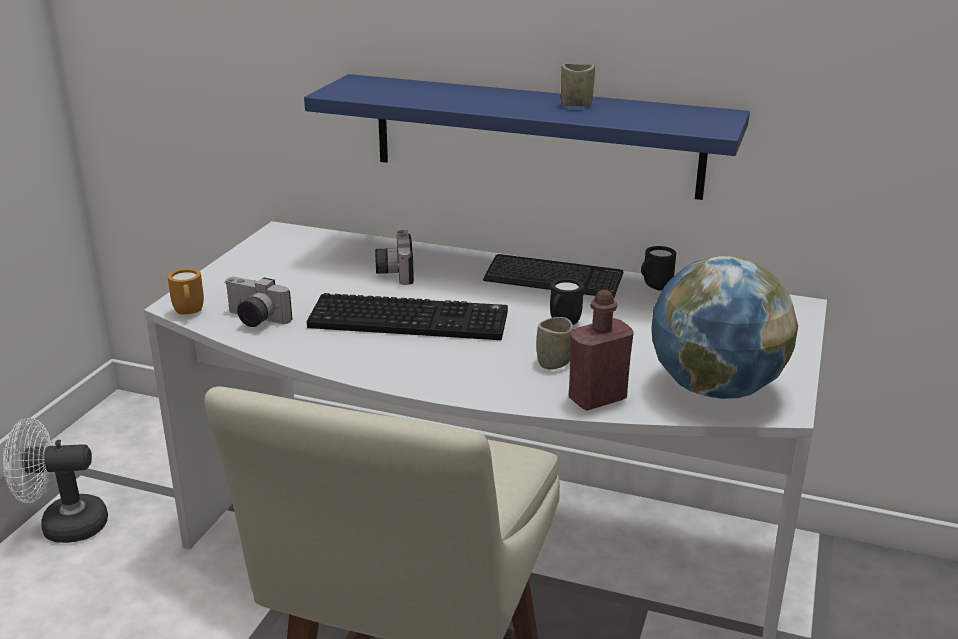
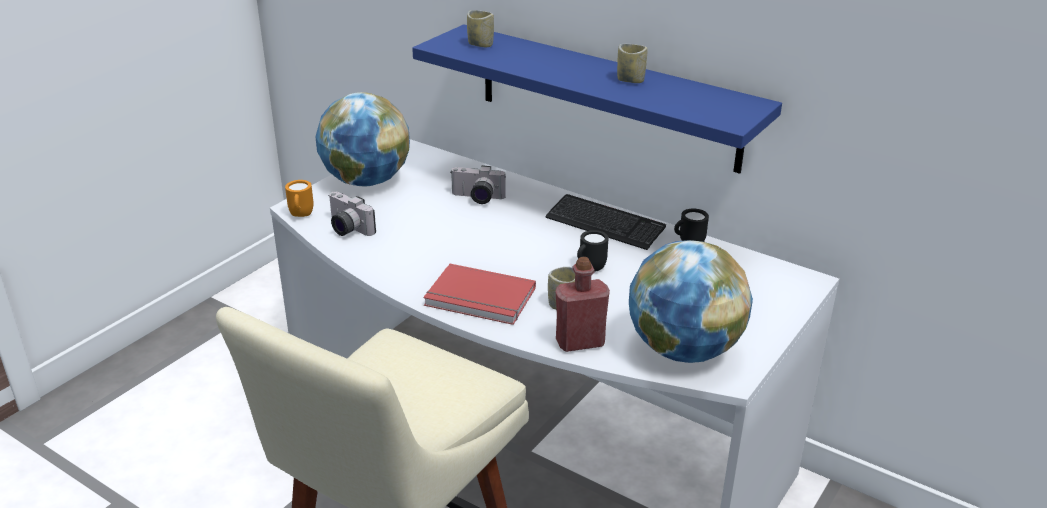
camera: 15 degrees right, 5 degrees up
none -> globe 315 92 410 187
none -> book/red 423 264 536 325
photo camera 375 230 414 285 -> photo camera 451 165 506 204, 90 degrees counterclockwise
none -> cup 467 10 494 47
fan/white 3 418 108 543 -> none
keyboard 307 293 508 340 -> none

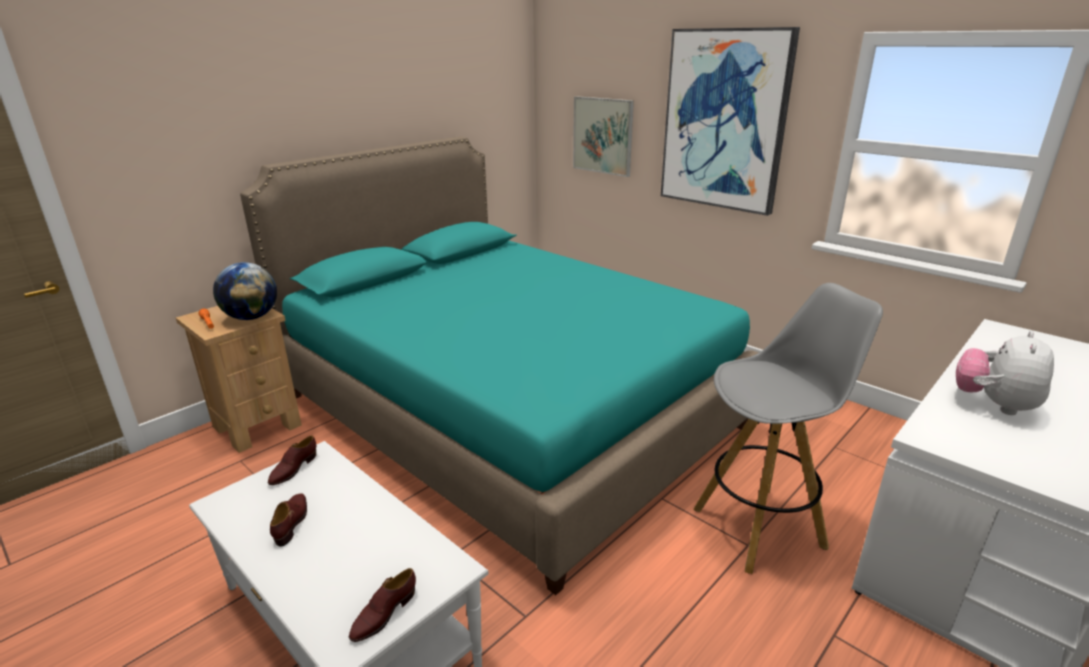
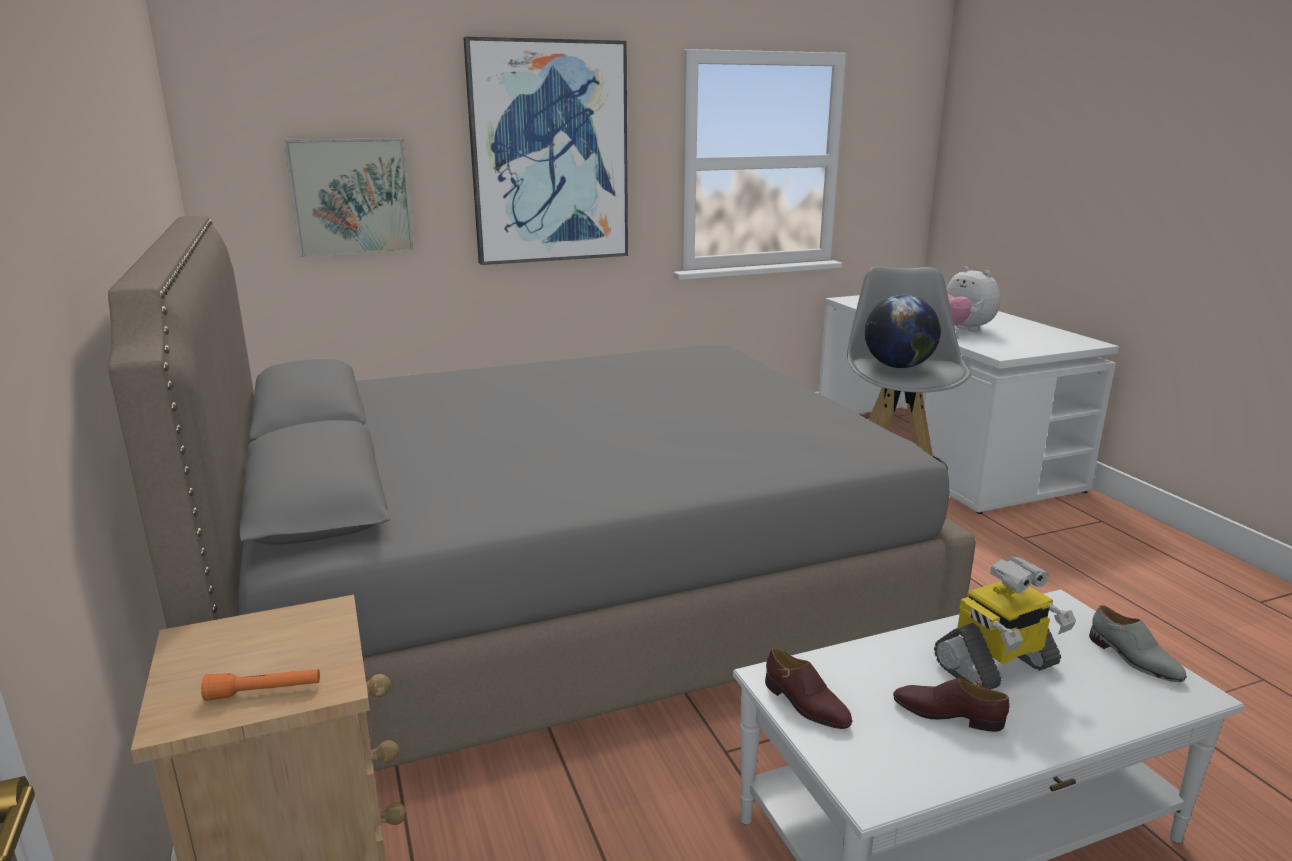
camera: 65 degrees left, 5 degrees down
bed/turquoise 240 137 759 595 -> bed/grey 108 216 976 771
globe 213 262 277 320 -> globe 865 295 941 368, move
none -> toy robot 934 556 1076 690
shoe/brown 348 568 416 642 -> shoe/grey 1089 605 1187 682

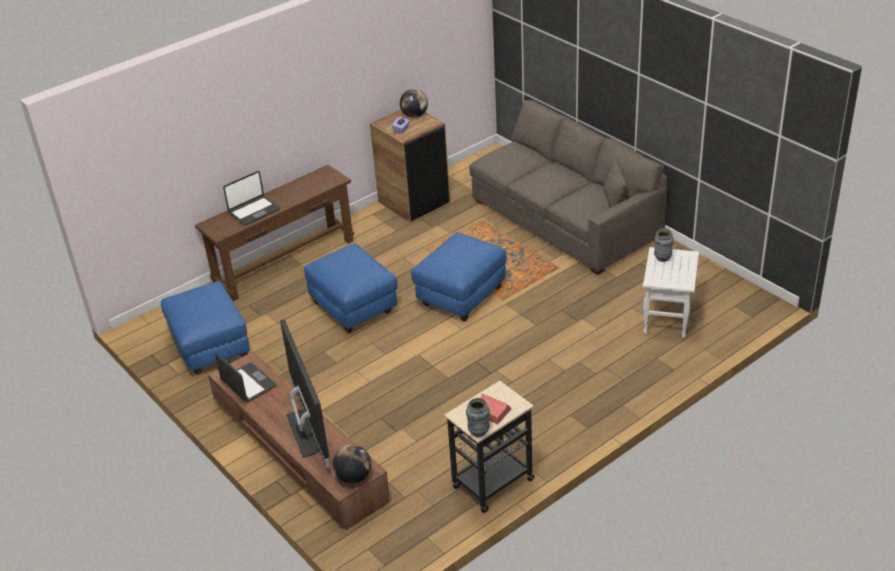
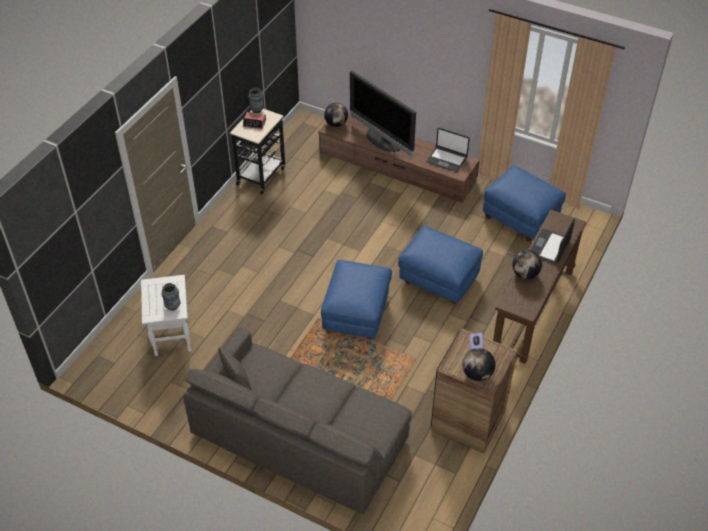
camera: 155 degrees right, 10 degrees up
none -> globe 512 250 542 279

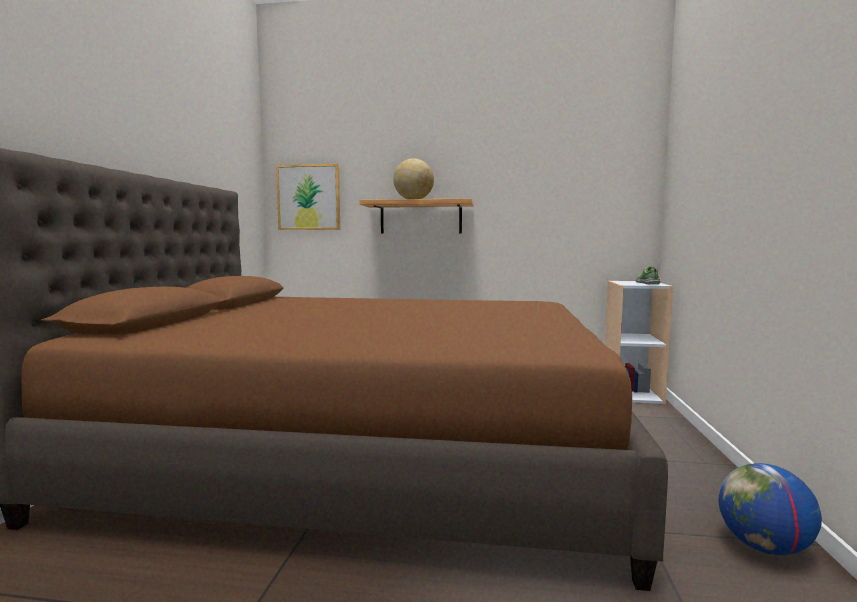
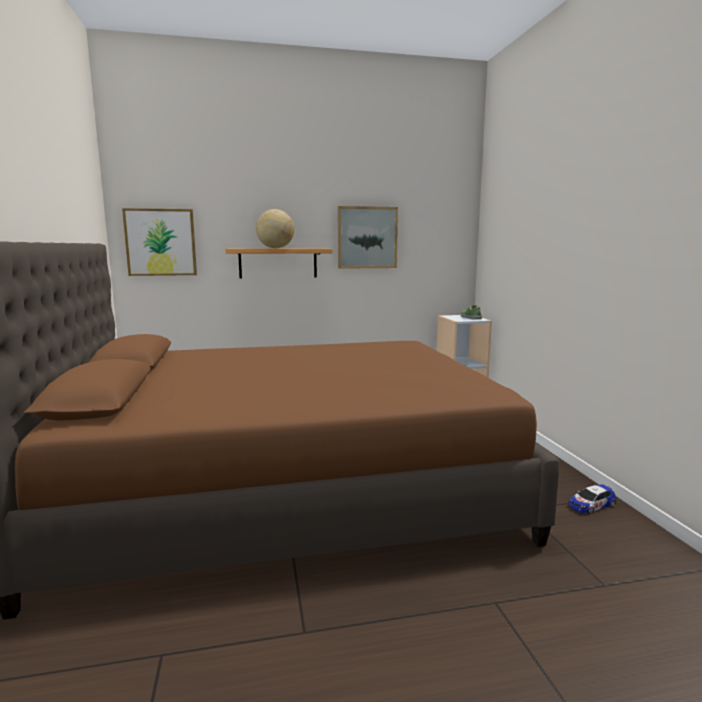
camera: 20 degrees left, 5 degrees up
none -> picture 338 206 398 269
globe 719 463 822 555 -> toy car 569 484 616 514

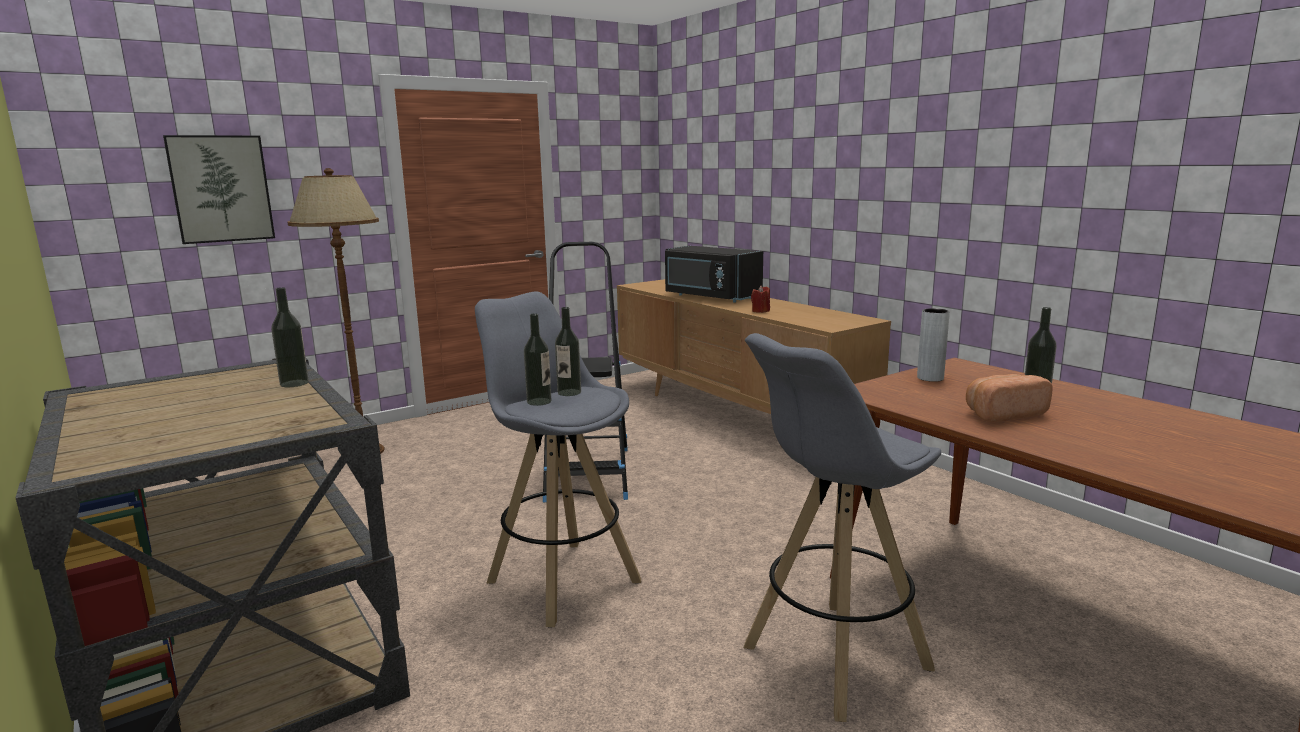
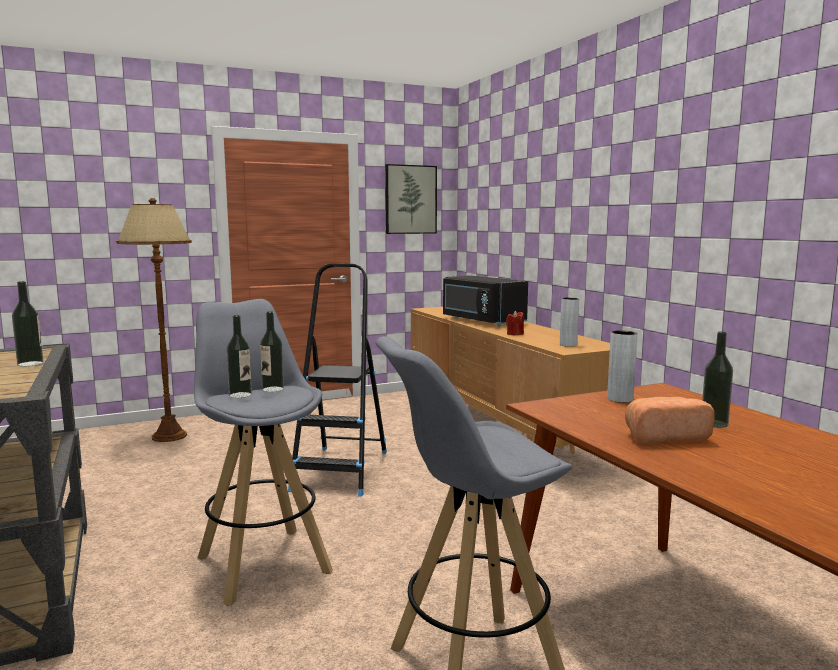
camera: 10 degrees right, 5 degrees down
picture 163 135 275 244 -> picture 385 164 437 234, move
none -> vase/grey 560 297 579 347

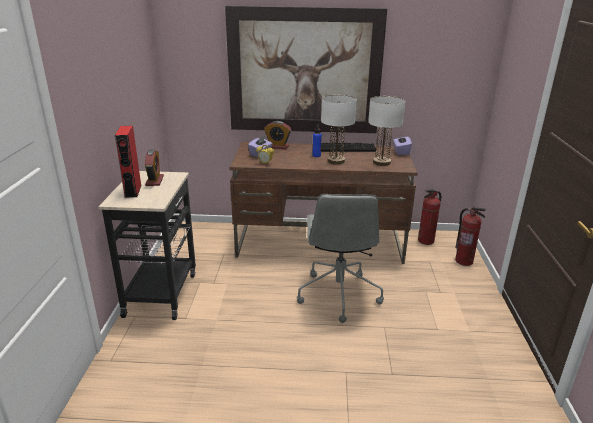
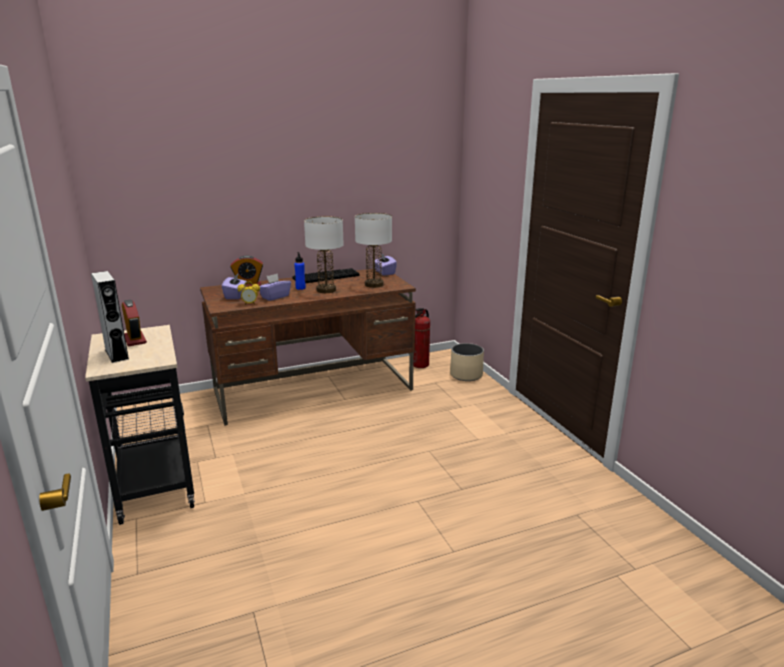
camera: 25 degrees left, 5 degrees down
speaker/red 115 126 142 198 -> speaker/grey 91 271 129 363
none -> tissue box/purple 260 273 291 301
fire extinguisher 455 207 486 266 -> planter/beige 450 343 484 381
picture 225 6 387 133 -> none
office chair/grey 297 194 384 323 -> none

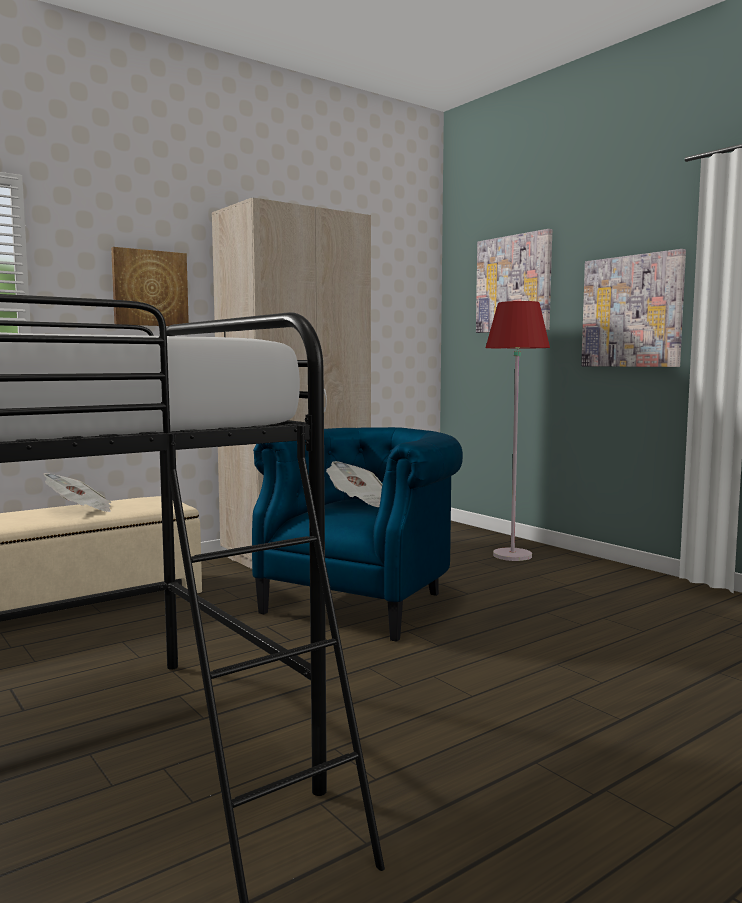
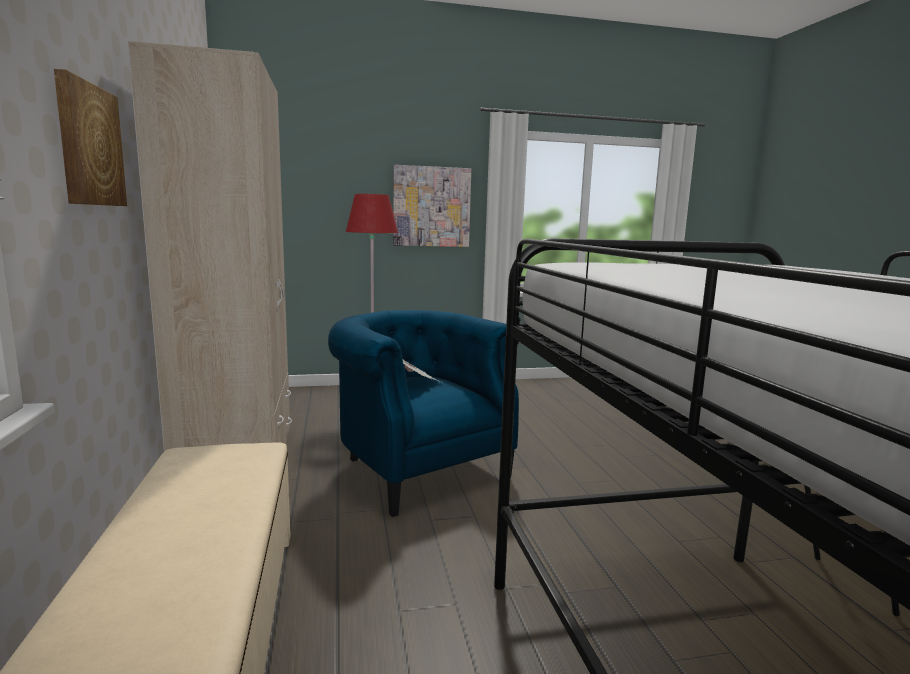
camera: 65 degrees left, 5 degrees up
newspaper 44 473 111 512 -> none
picture 476 229 552 333 -> none

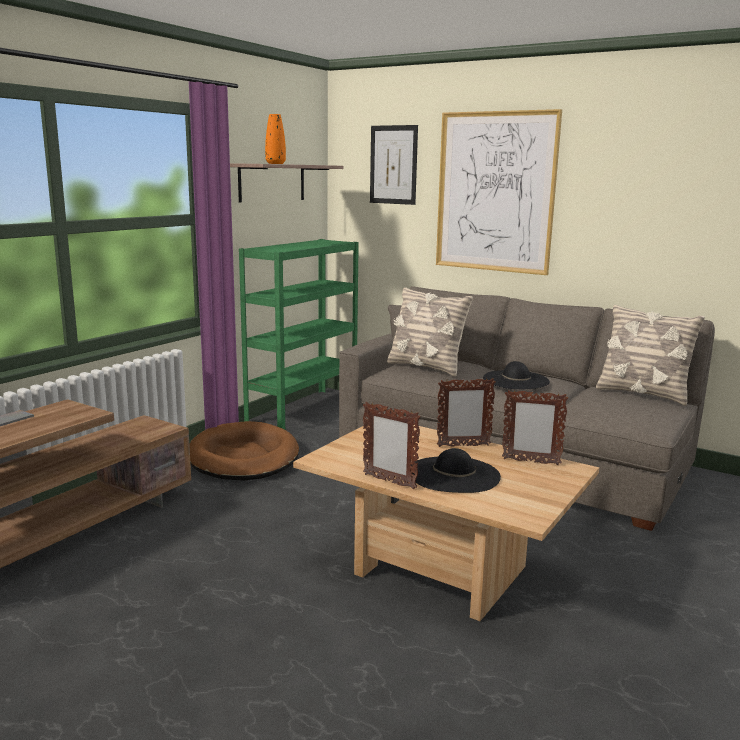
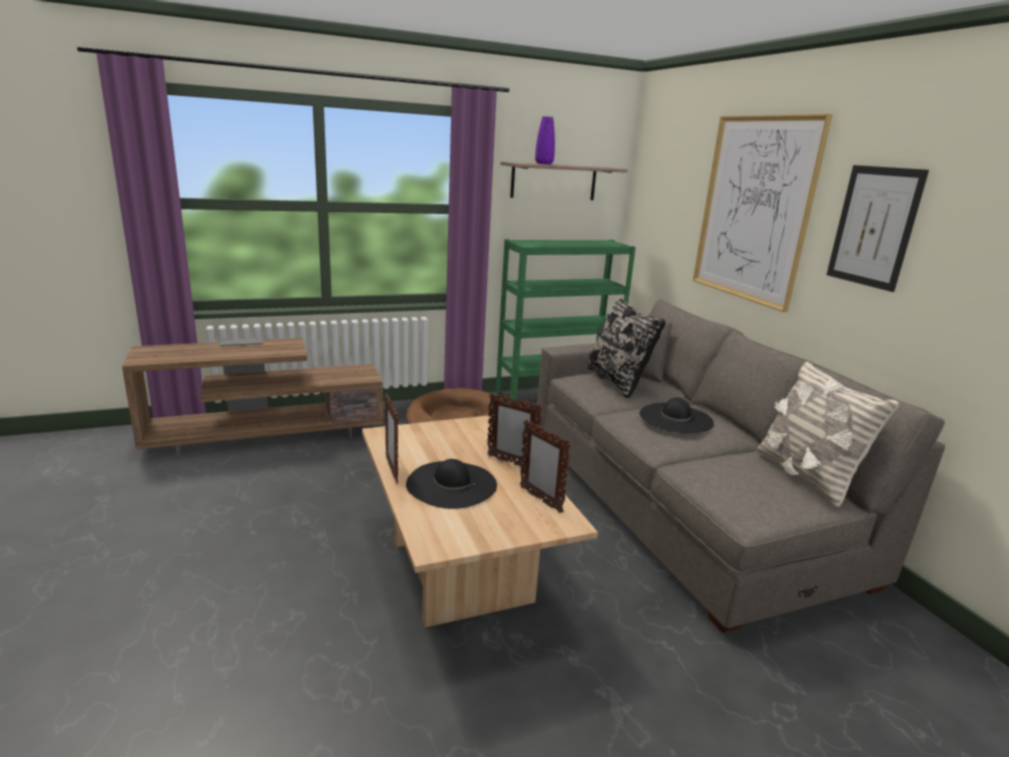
camera: 35 degrees right, 5 degrees up
vase/orange 265 114 286 164 -> vase/purple 535 116 555 165
pillow/beige 387 287 473 377 -> pillow/black 588 298 666 398
picture 370 125 418 205 -> picture 827 165 929 292, move

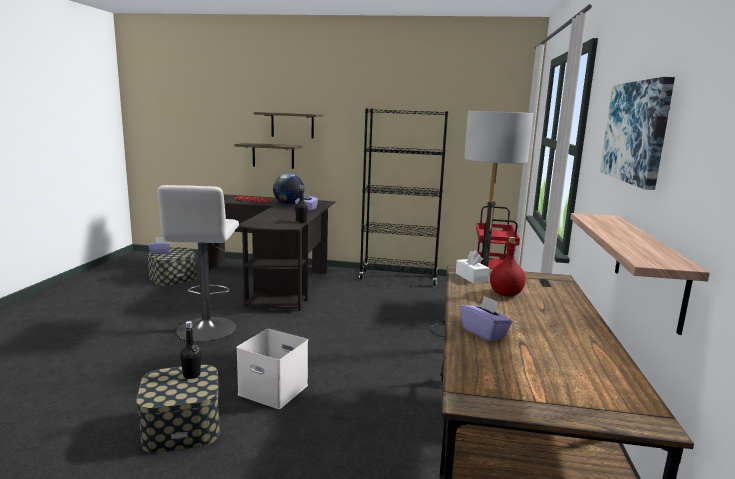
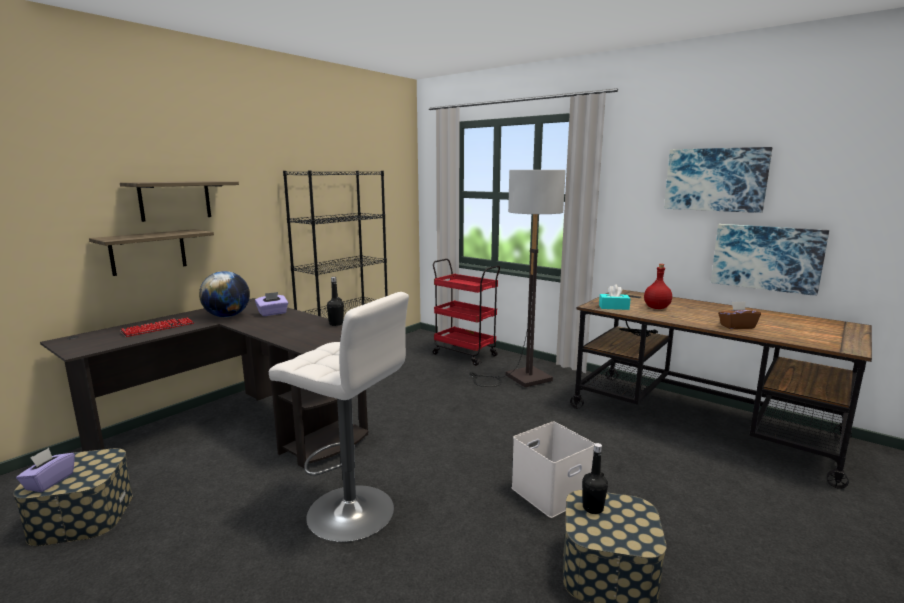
camera: 60 degrees left, 0 degrees up
tissue box/white 456 250 490 284 -> tissue box/turquoise 599 284 631 310
shelf 570 213 710 335 -> picture 711 224 829 296
tissue box/purple 460 296 513 342 -> tissue box/brown 718 301 761 329

